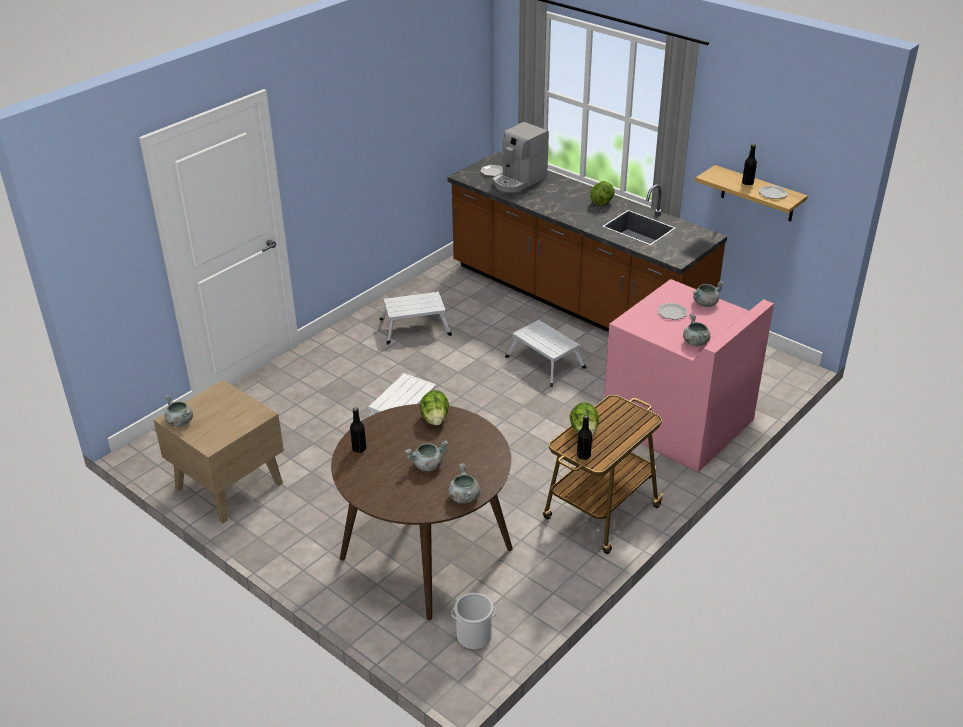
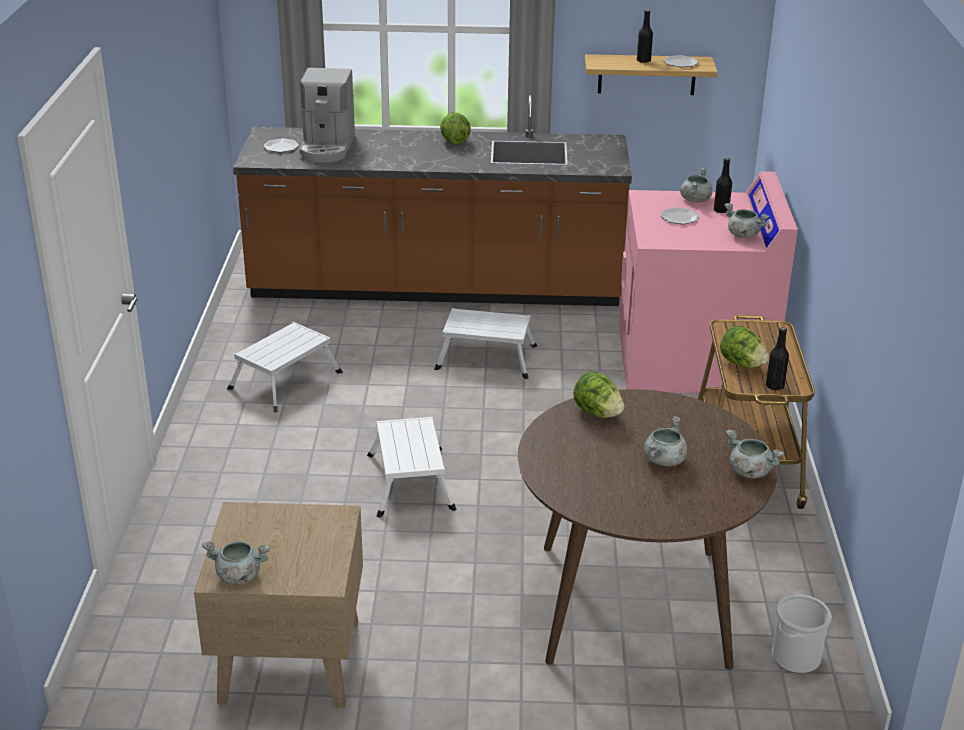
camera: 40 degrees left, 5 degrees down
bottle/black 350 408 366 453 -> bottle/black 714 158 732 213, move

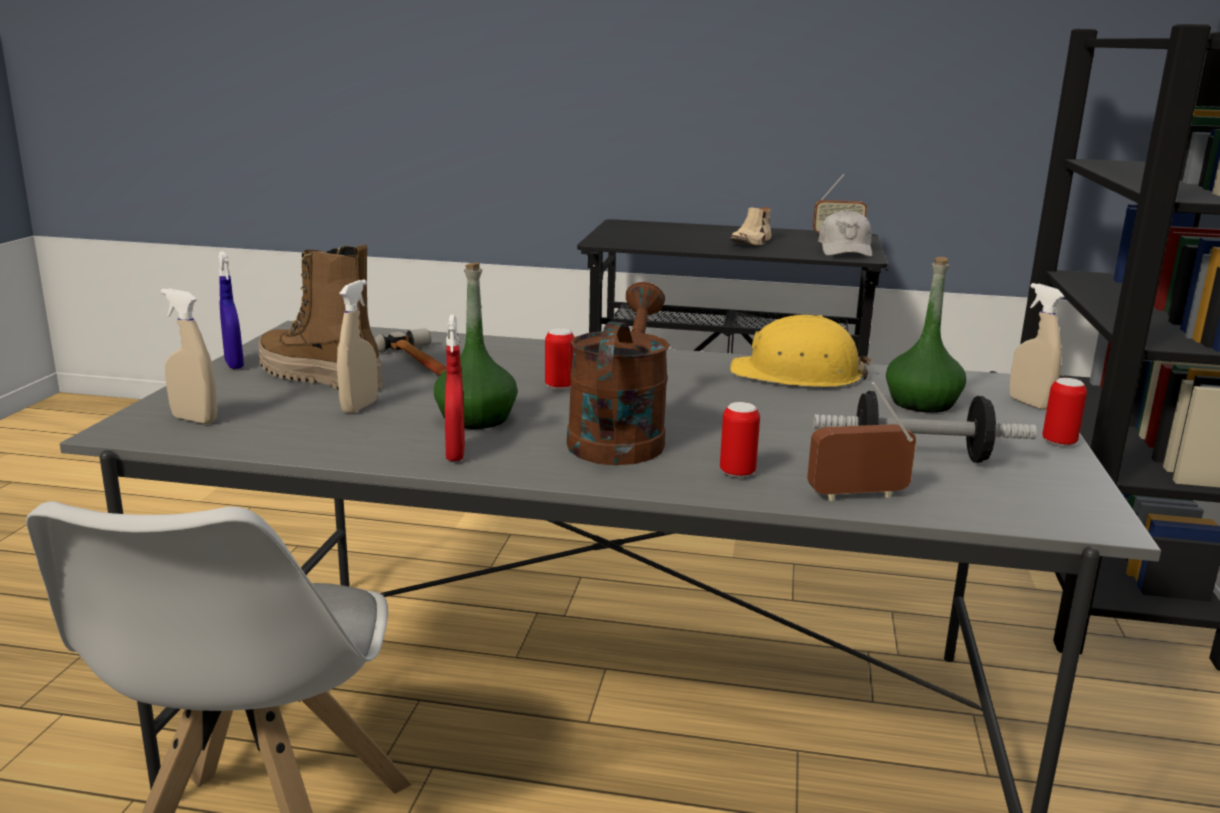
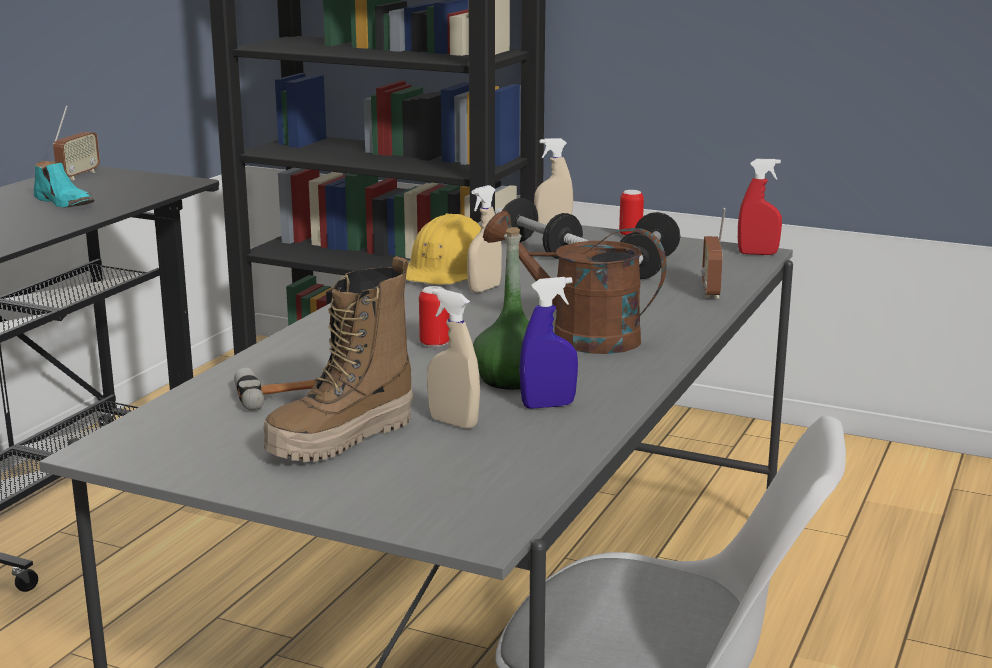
camera: 75 degrees left, 0 degrees up
shoe/beige 730 207 772 245 -> shoe/turquoise 34 161 94 207
spray bottle/beige 161 288 217 424 -> spray bottle/beige 467 185 502 293, move
bottle/green 886 257 966 413 -> dumbbell 495 198 589 259
spray bottle/blue 218 251 244 369 -> spray bottle/blue 519 277 578 409, move
spray bottle/red 445 315 465 461 -> spray bottle/red 738 159 782 255, move
can 720 402 760 478 -> none
cap/white 818 209 872 257 -> none

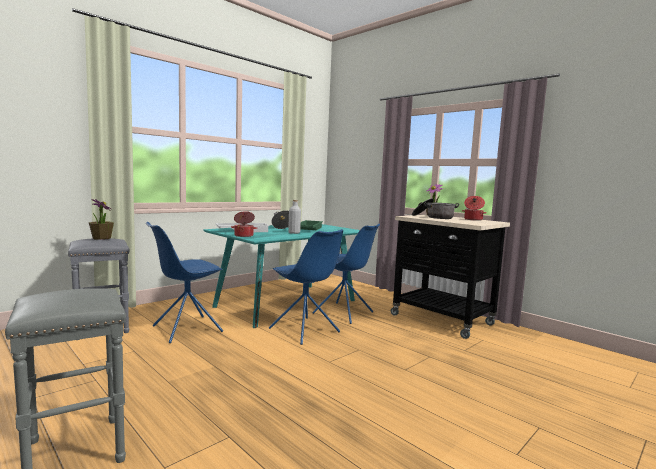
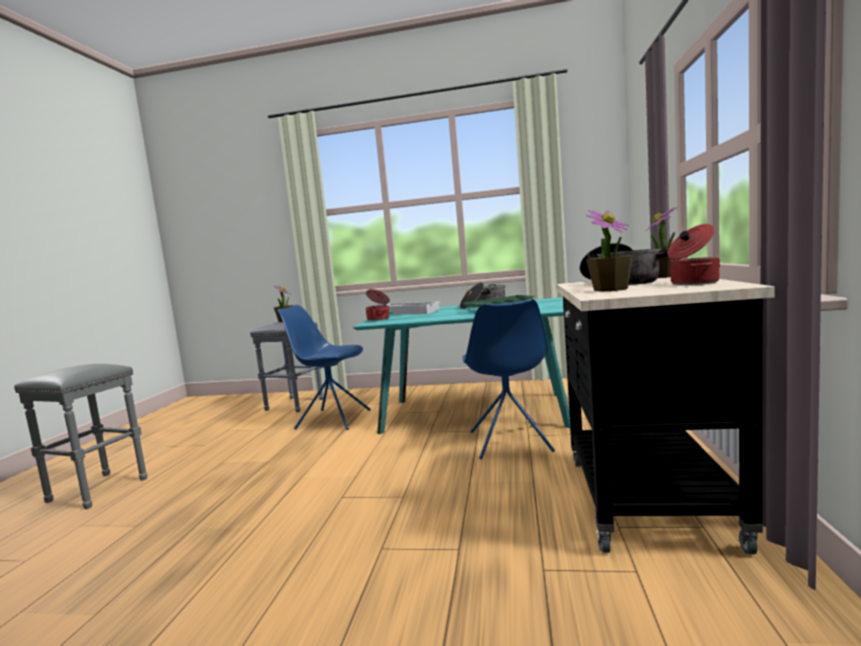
camera: 55 degrees right, 0 degrees up
none -> potted plant 586 210 633 292
chair/blue 269 229 343 345 -> none
bottle/grey 288 200 301 234 -> none

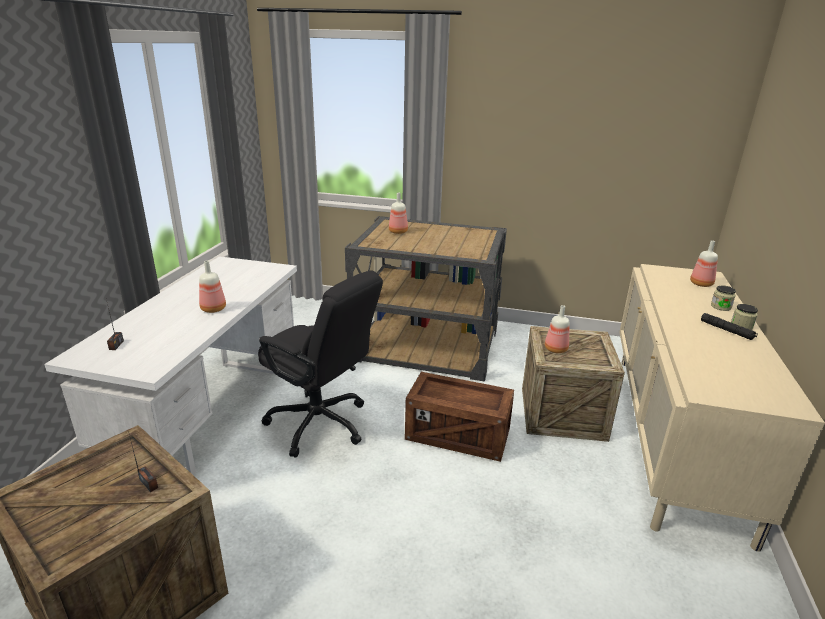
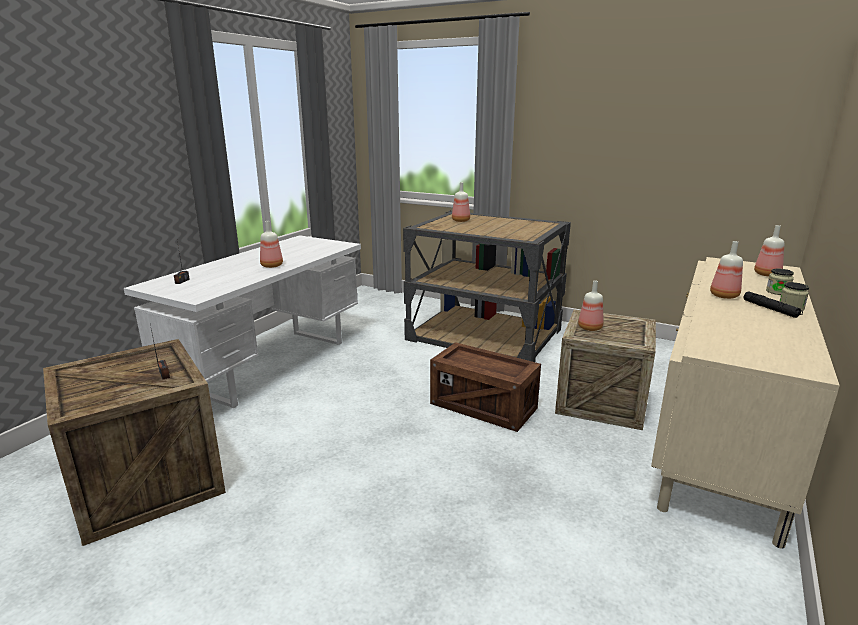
camera: 15 degrees right, 5 degrees down
none -> bottle 710 241 743 299
office chair/black 258 271 383 458 -> none

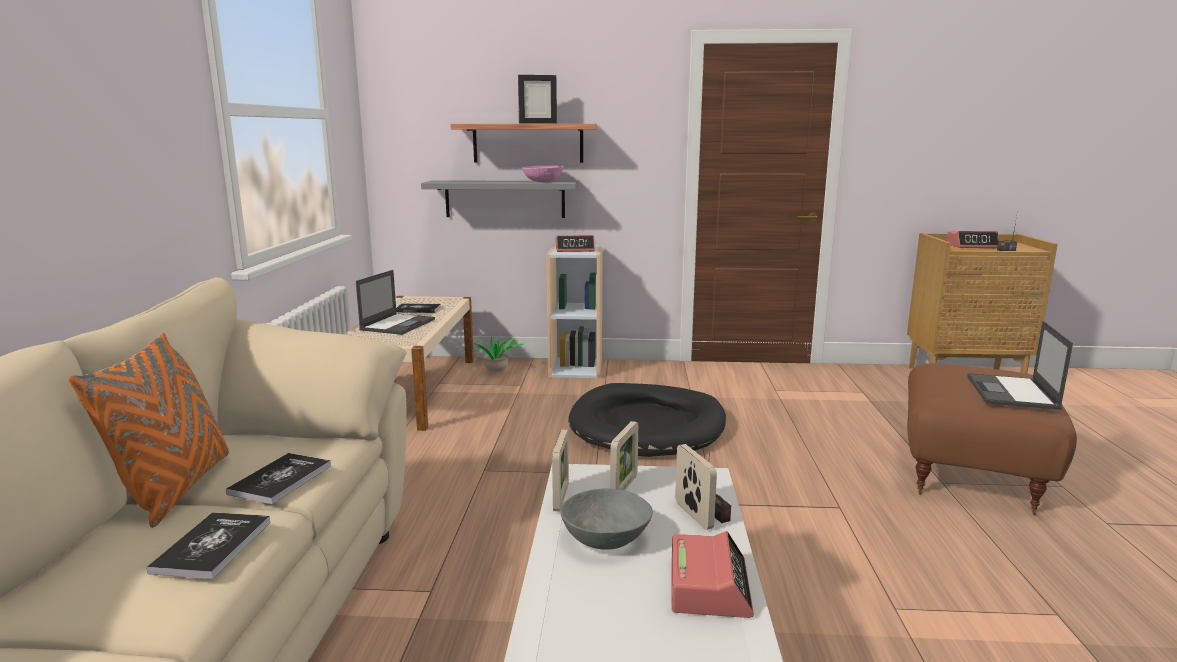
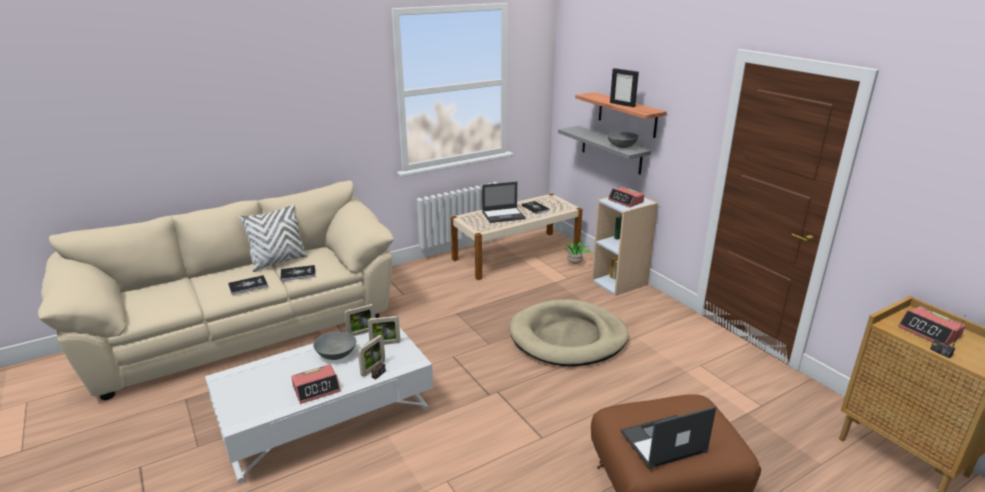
camera: 55 degrees right, 10 degrees up
pillow/orange 68 333 229 528 -> pillow/white 239 204 308 272
dog bed/black 569 383 726 457 -> dog bed/beige 510 299 628 367
bowl/pink 522 165 564 182 -> bowl/grey 607 132 639 148

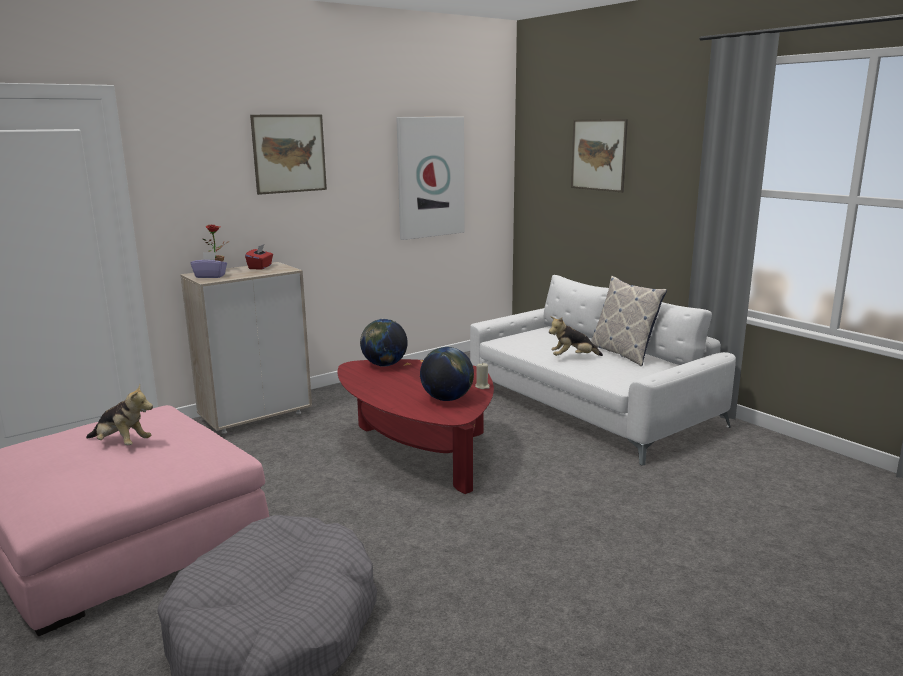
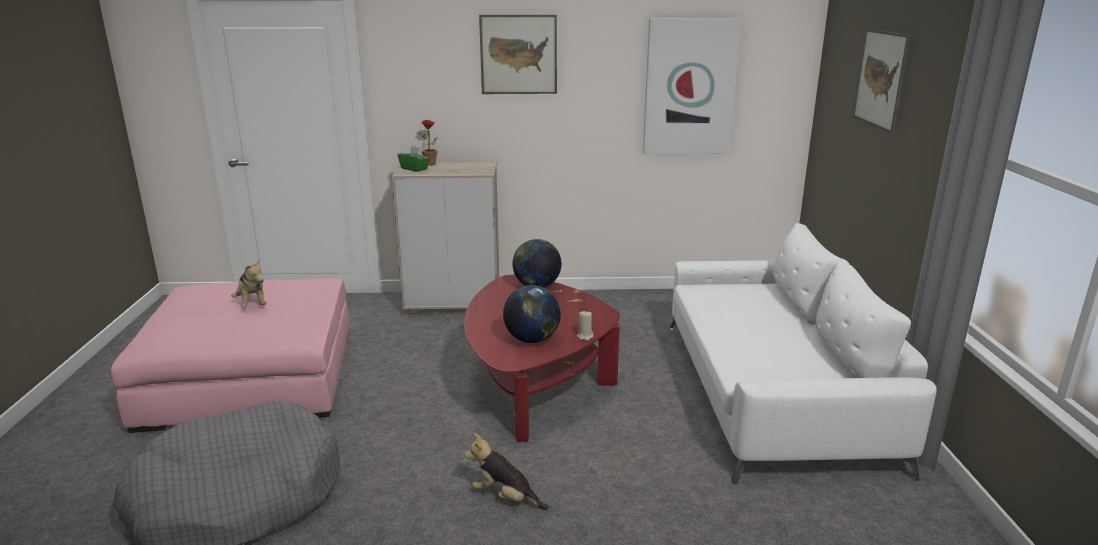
camera: 35 degrees right, 5 degrees up
tissue box/purple 190 252 227 278 -> tissue box/green 398 146 430 172
plush toy 549 316 603 356 -> plush toy 464 433 549 510, move
tissue box/red 245 245 273 269 -> none
pillow 591 276 667 366 -> none

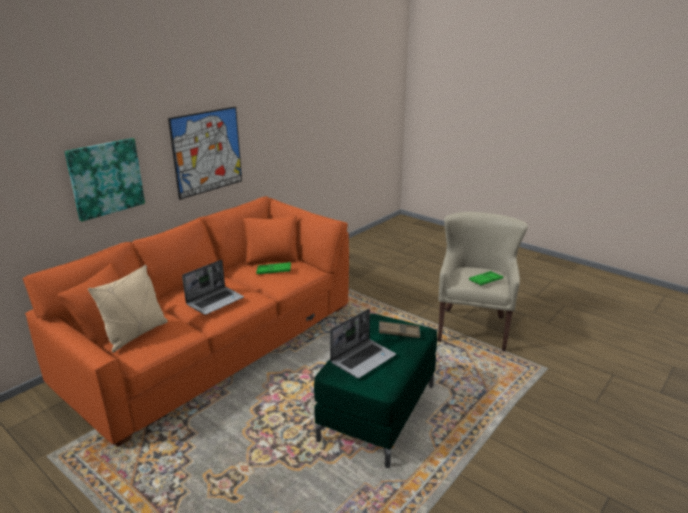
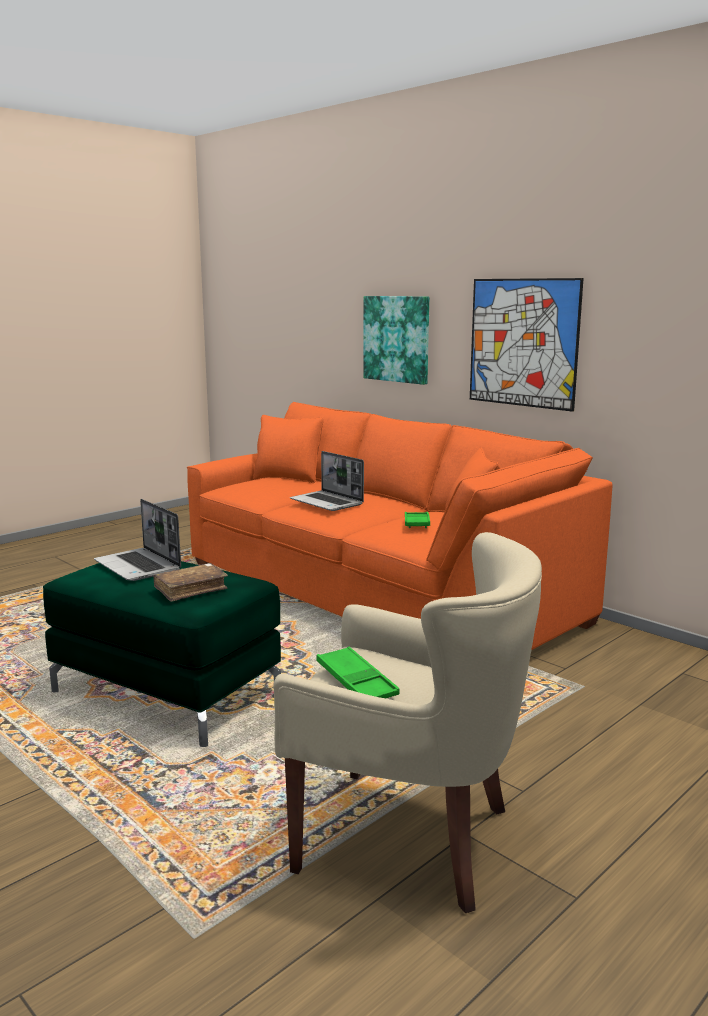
camera: 95 degrees right, 10 degrees down
tray/brown 379 321 420 338 -> book/brown 153 563 228 602
pillow/beige 88 265 168 353 -> none

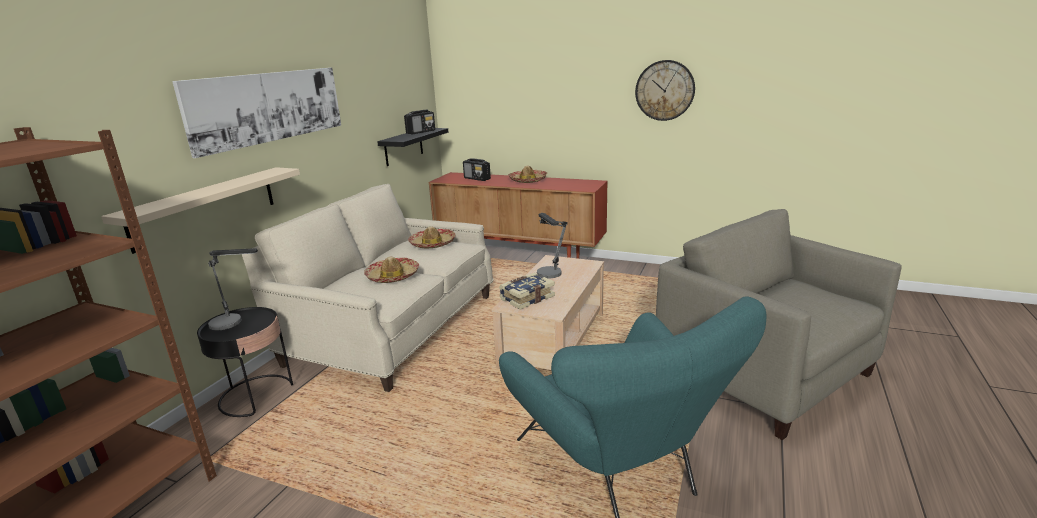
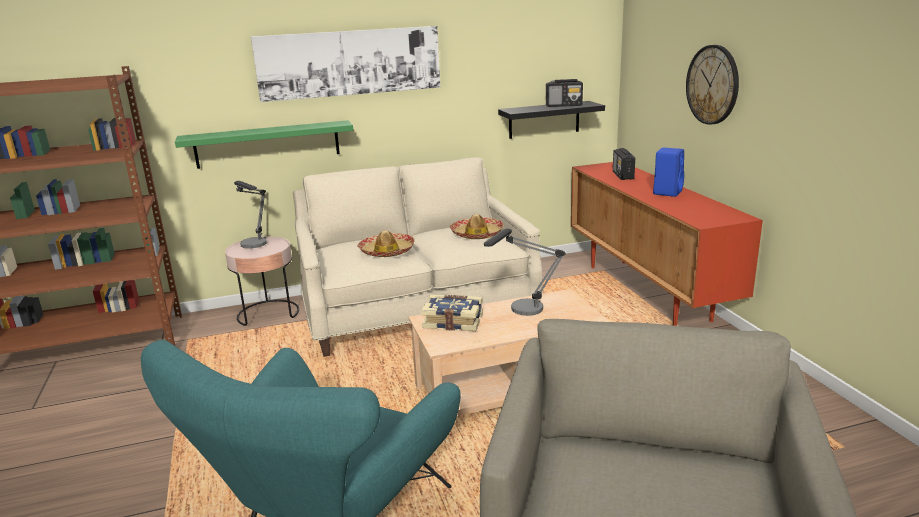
camera: 50 degrees right, 0 degrees up
shelf/beige 101 167 300 254 -> shelf/green 175 120 353 169
side table/black 197 307 293 417 -> side table/pink 225 236 299 326
hat 508 165 547 183 -> speaker/blue 653 148 684 197
wall clock 635 60 695 121 -> wall clock 686 45 739 125, move

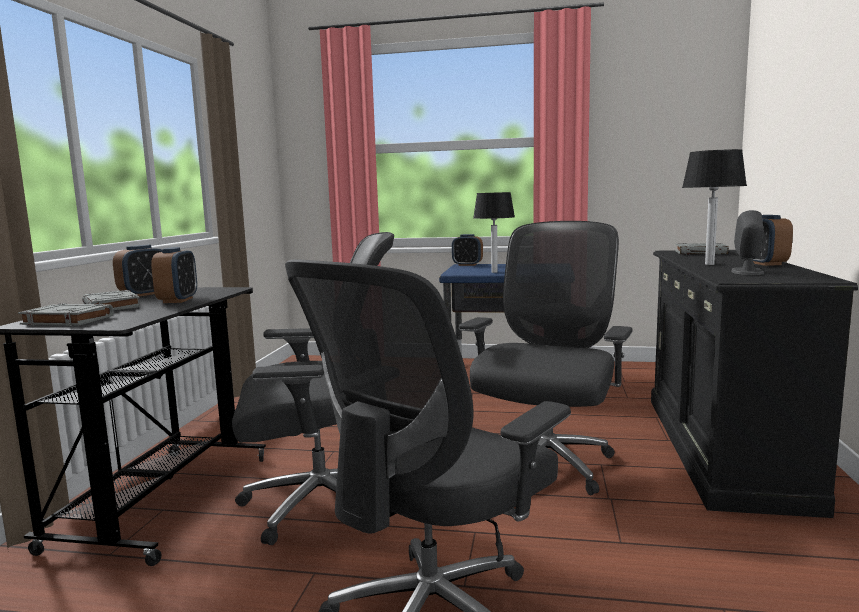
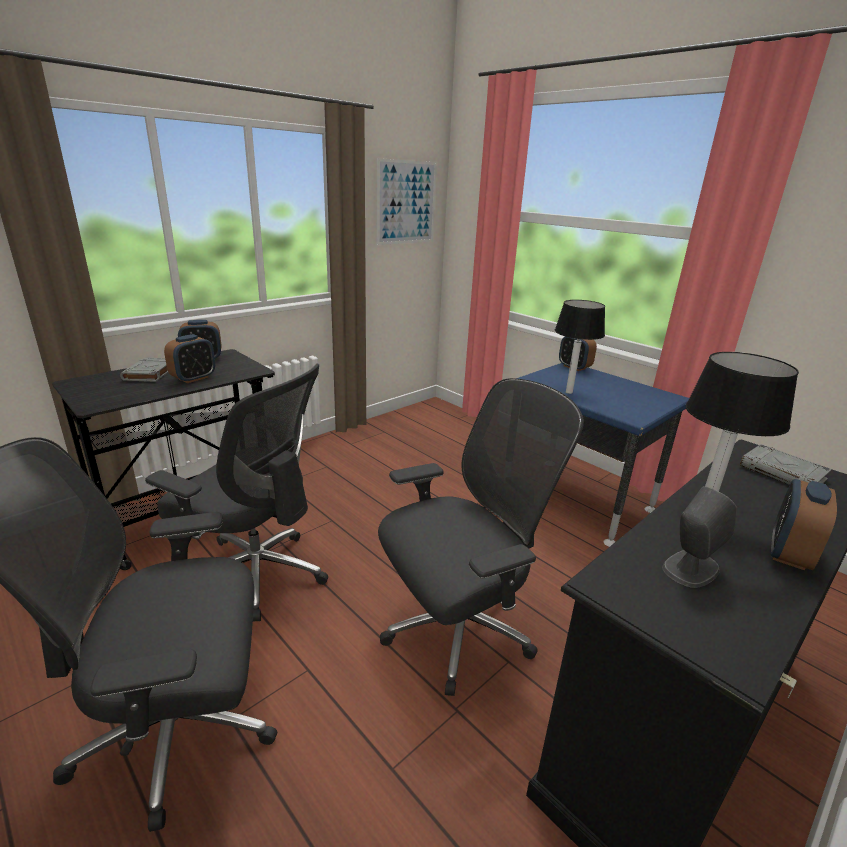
camera: 35 degrees right, 15 degrees up
none -> picture 377 158 437 245
book/grey 18 303 114 326 -> none

